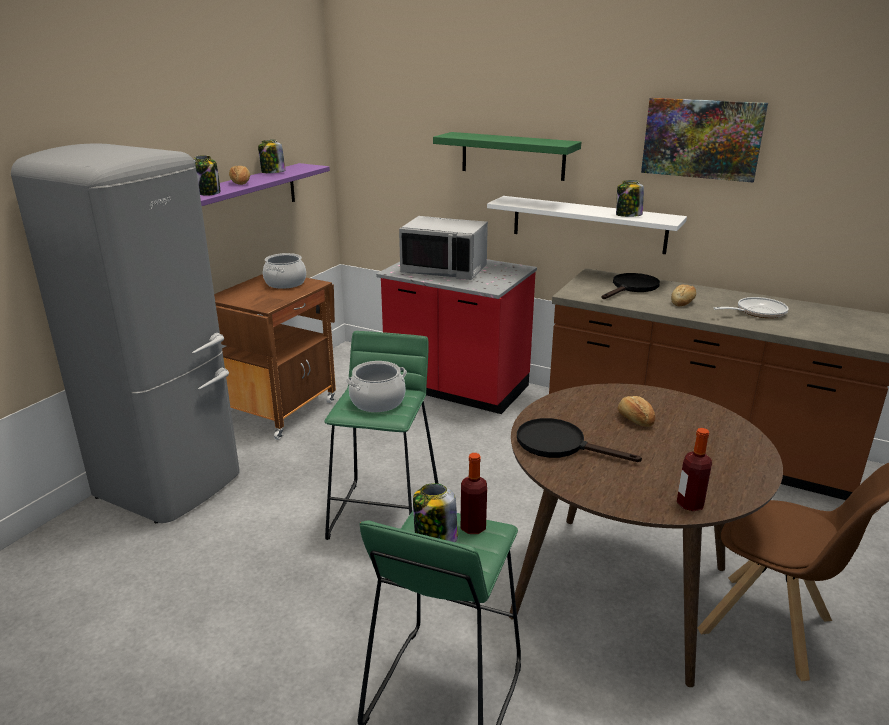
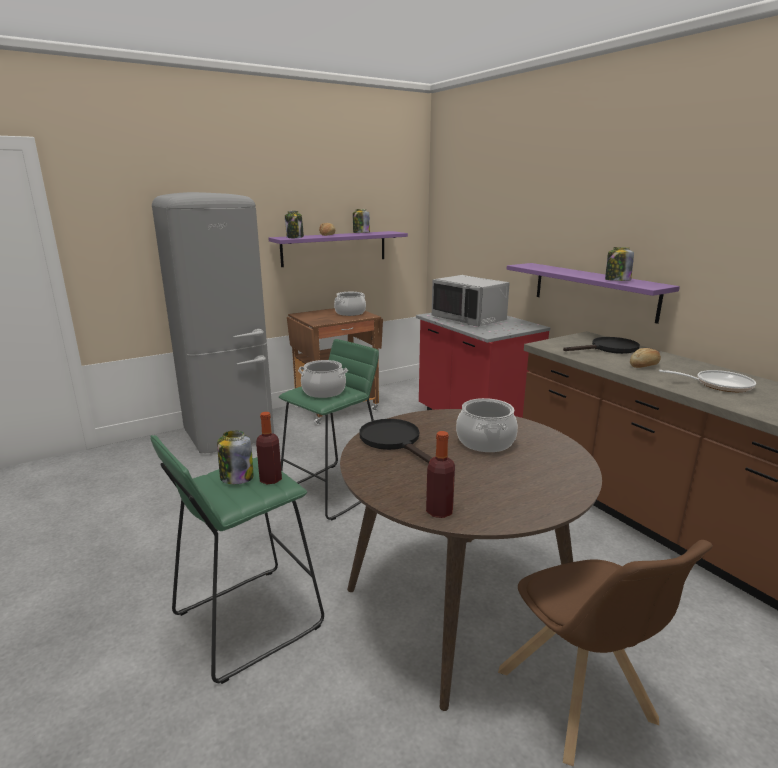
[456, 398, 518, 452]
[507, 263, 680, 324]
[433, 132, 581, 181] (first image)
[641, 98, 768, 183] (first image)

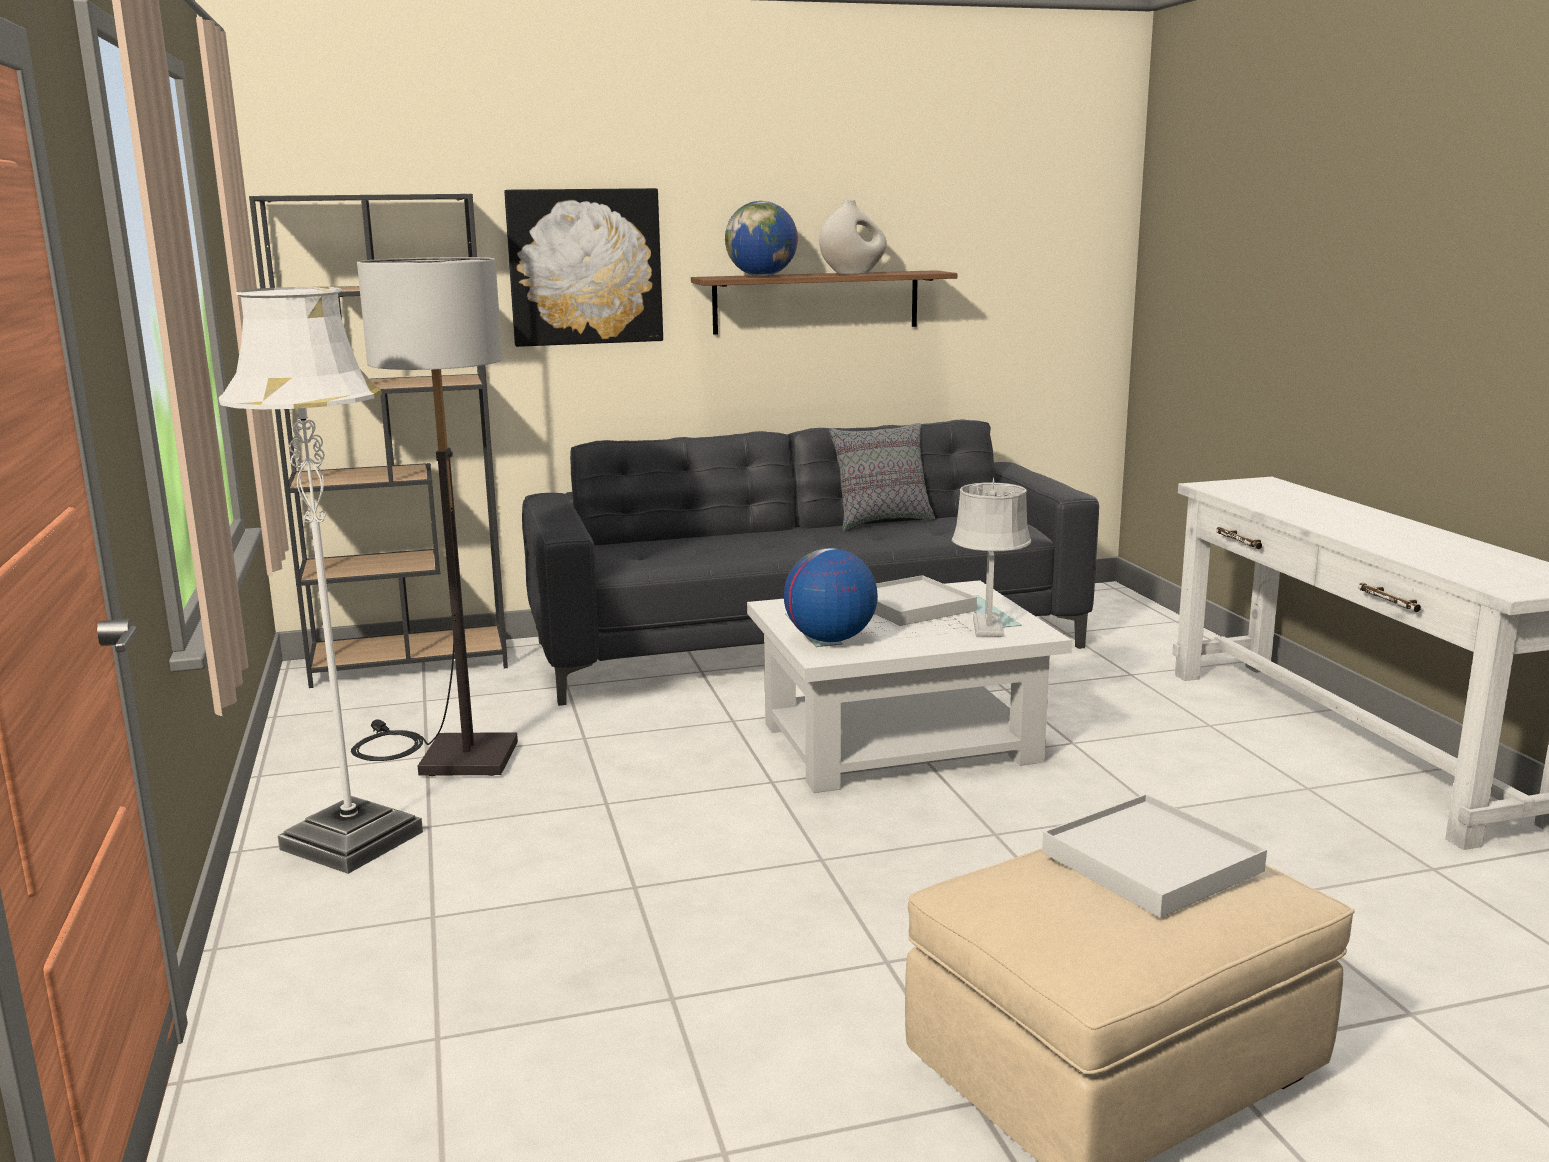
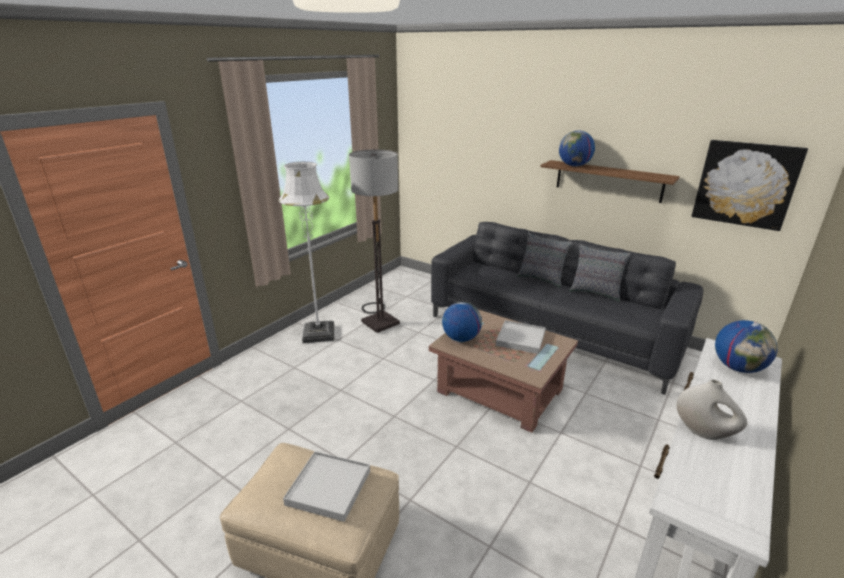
[429, 309, 578, 433]
[517, 232, 572, 288]
[676, 379, 747, 440]
[691, 140, 808, 231]
[715, 320, 777, 373]
[249, 194, 508, 688] (first image)
[952, 478, 1031, 637] (first image)

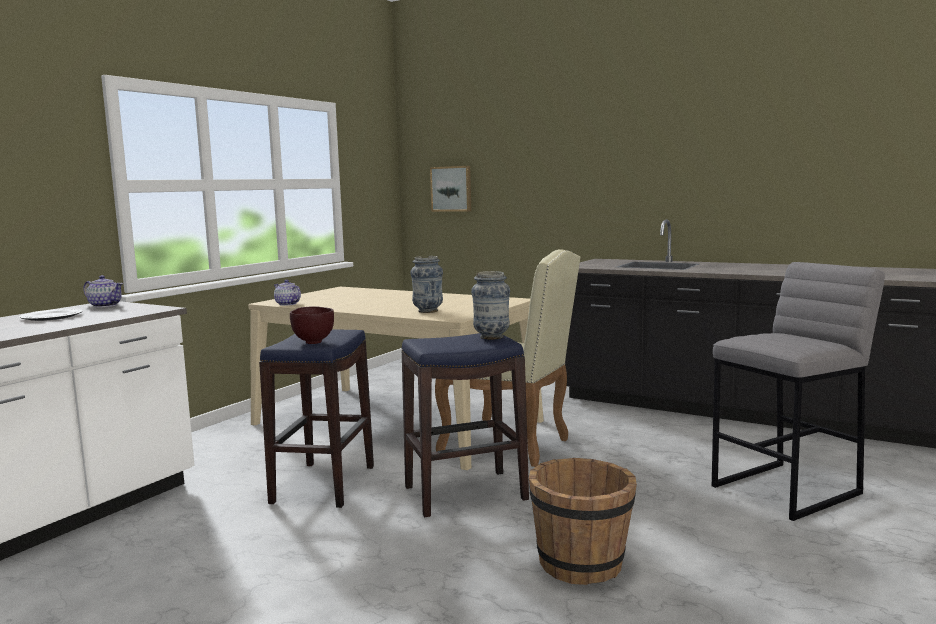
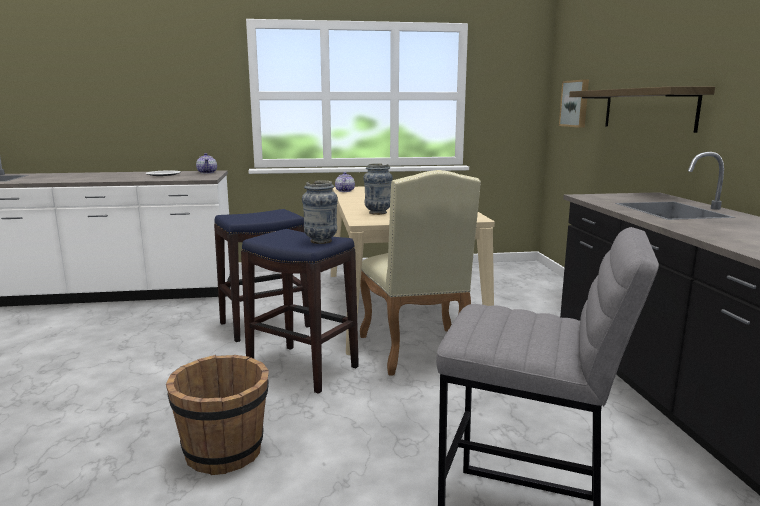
[569, 86, 715, 133]
[290, 306, 334, 344] (first image)

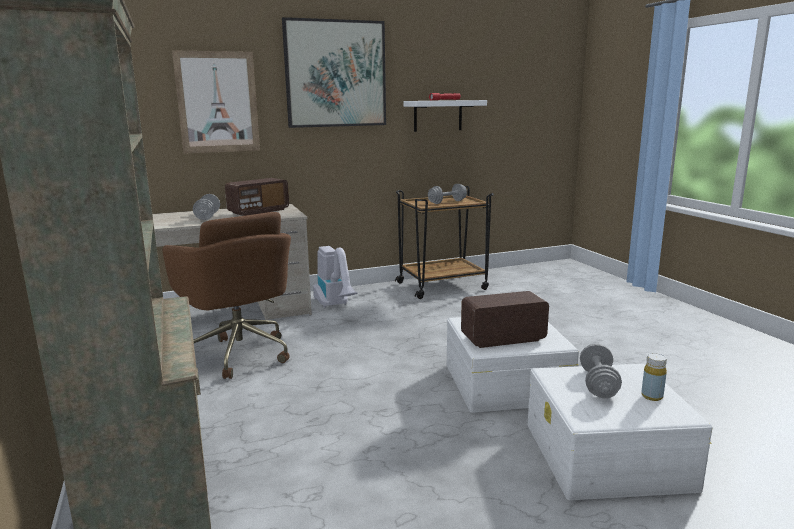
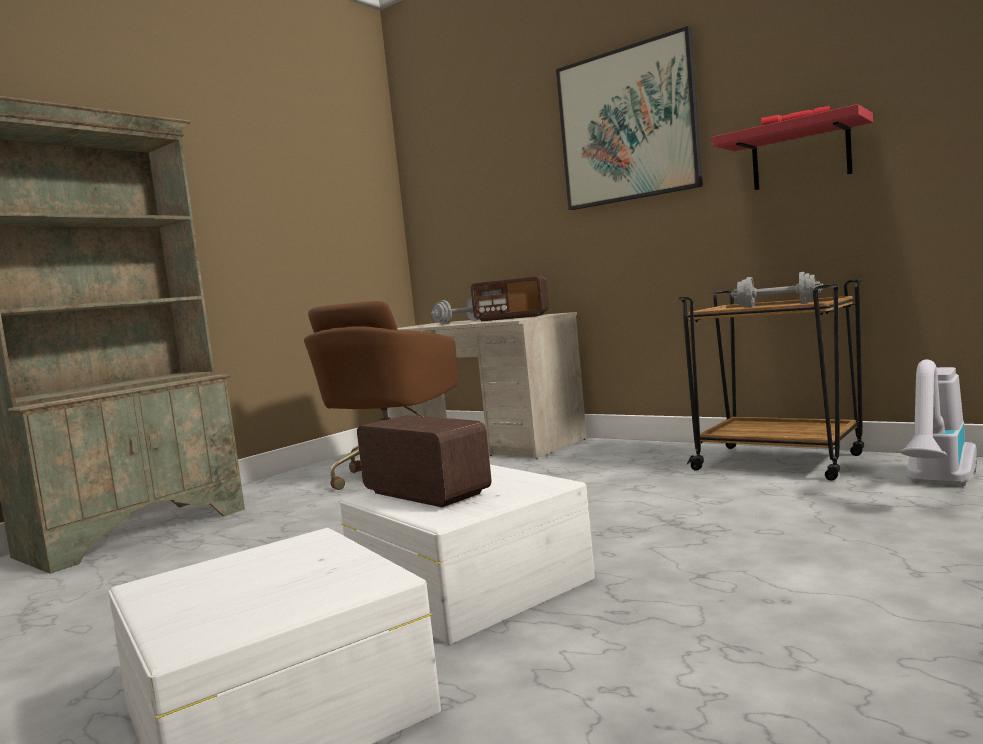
[712, 104, 873, 190]
[900, 359, 977, 486]
[172, 50, 260, 154] (first image)
[580, 344, 622, 399] (first image)
[641, 353, 667, 401] (first image)

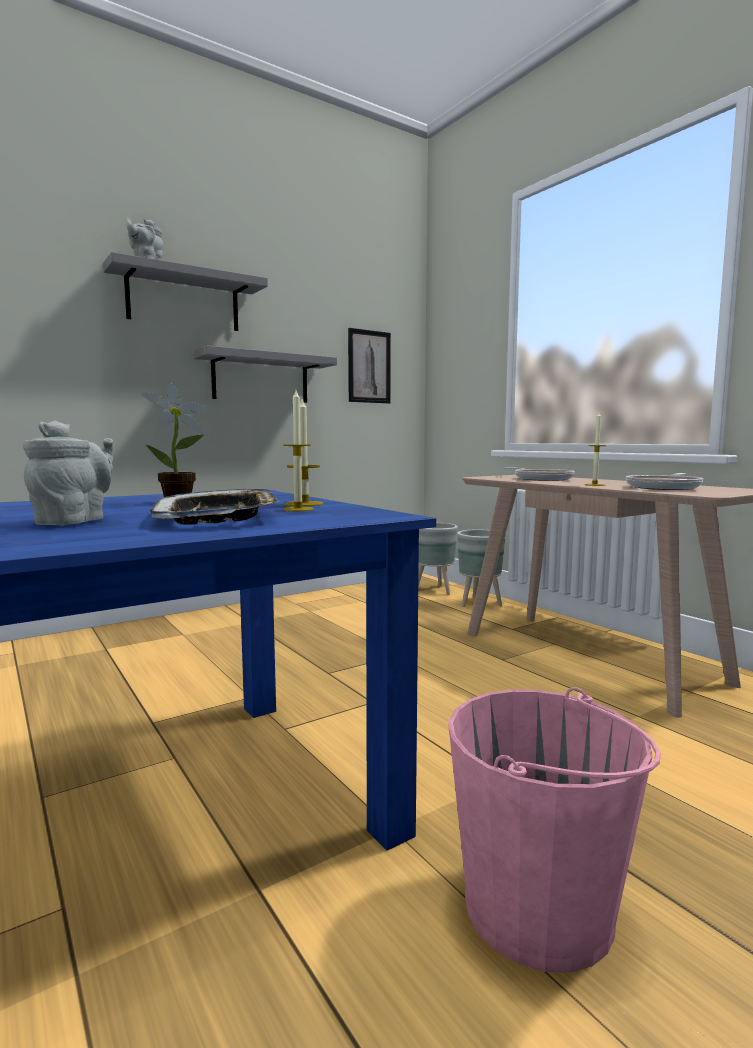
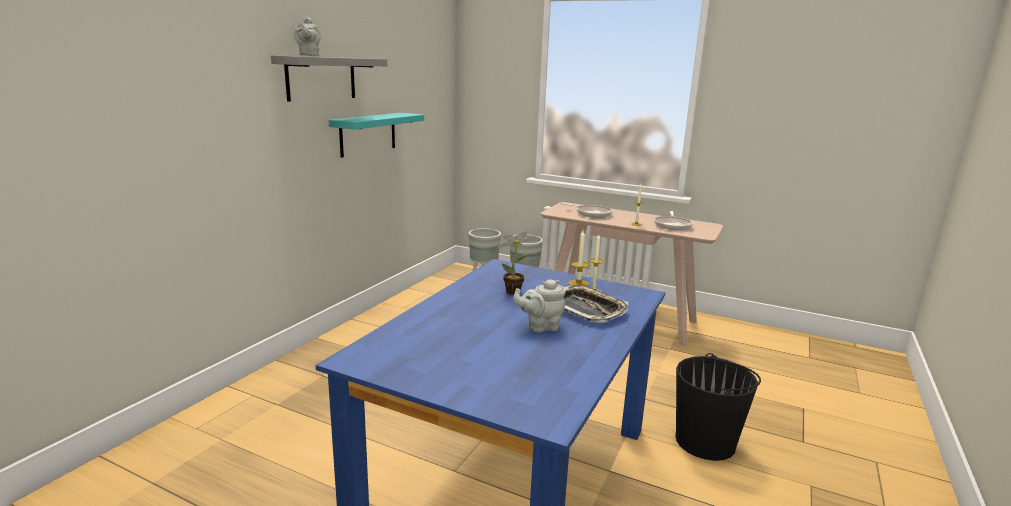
[329, 113, 424, 158]
[513, 280, 566, 333]
[675, 353, 761, 461]
[348, 328, 391, 403] (first image)

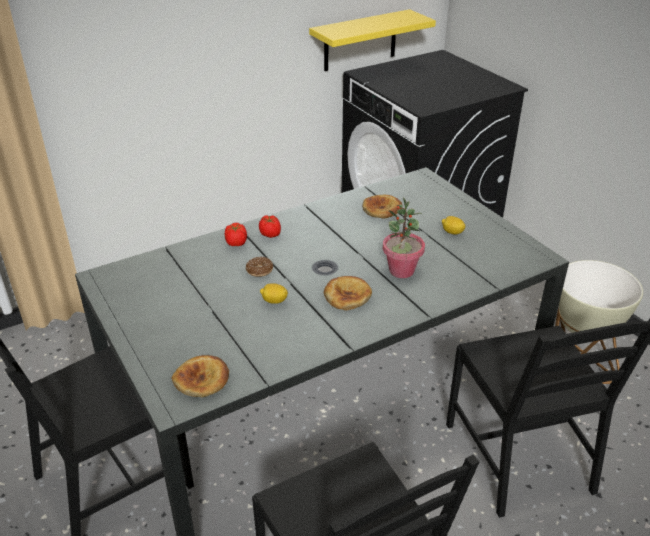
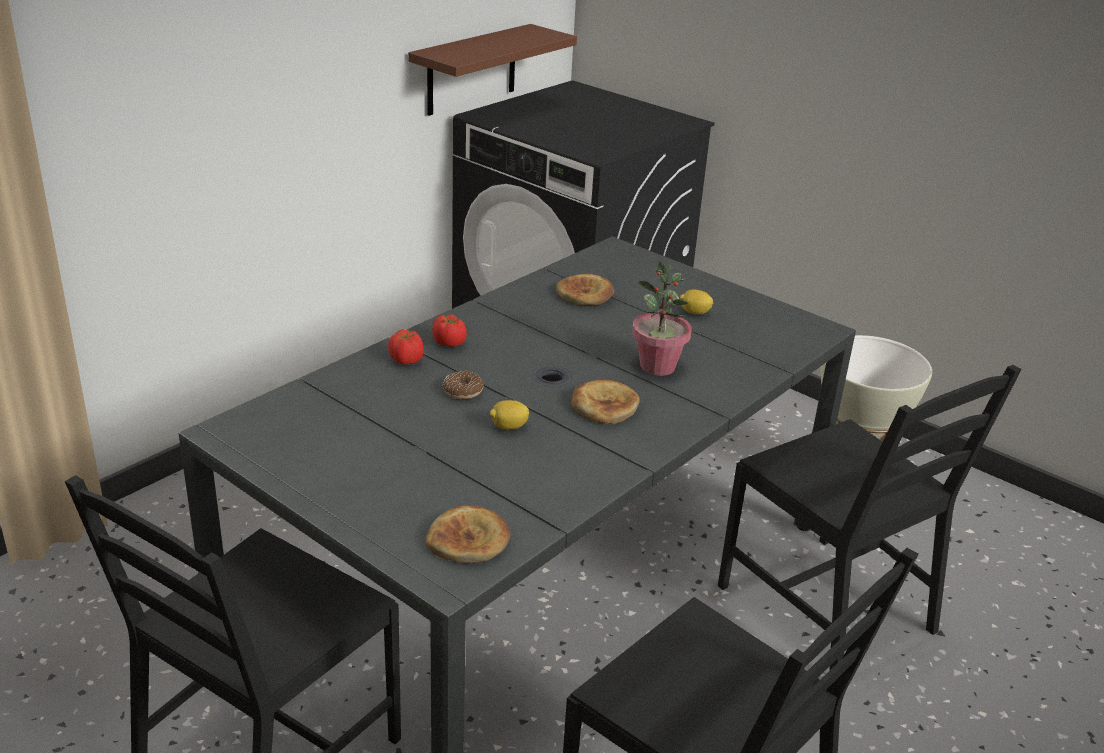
[408, 24, 577, 116]

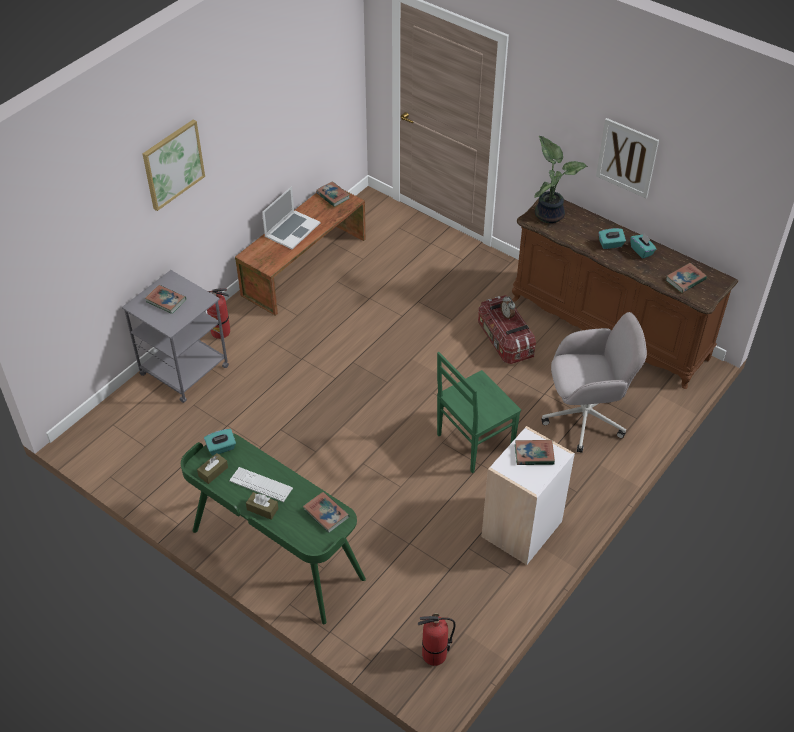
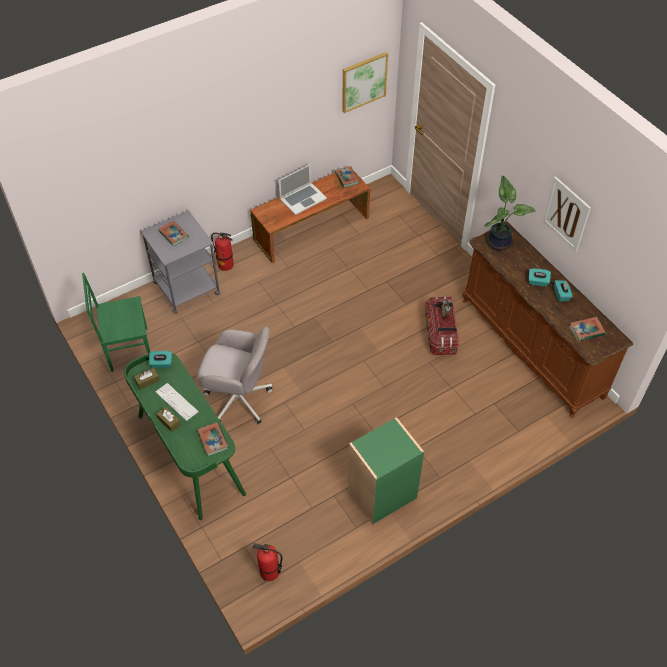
[82, 273, 150, 372]
[197, 326, 273, 425]
[342, 52, 388, 113]
[348, 417, 424, 524]
[515, 440, 555, 465] (first image)

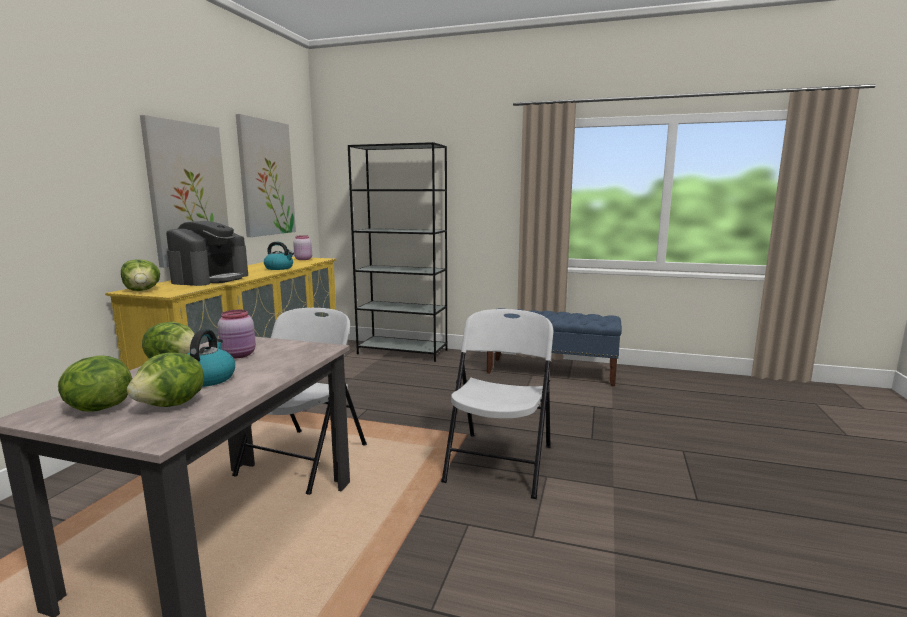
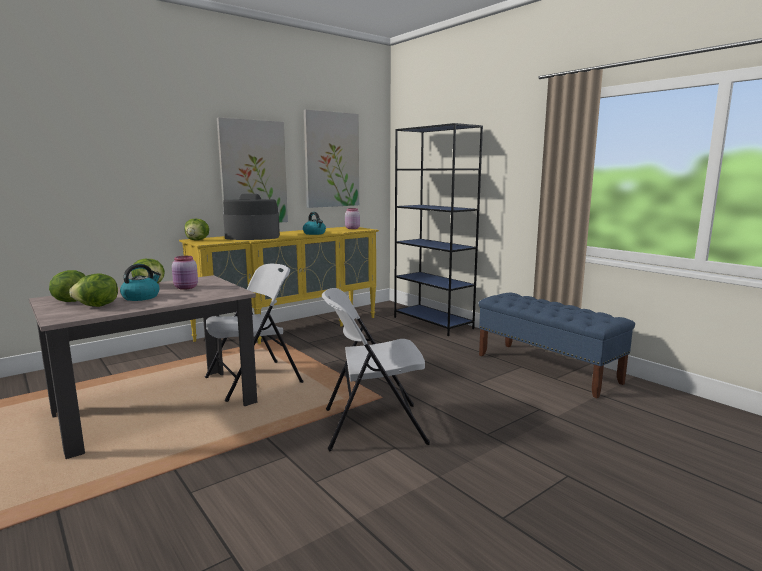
[223, 194, 280, 240]
[322, 288, 430, 452]
[394, 123, 483, 336]

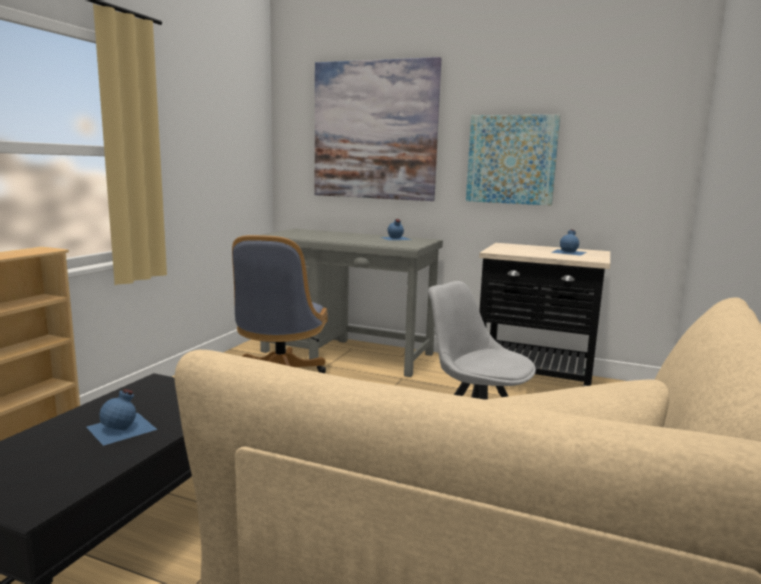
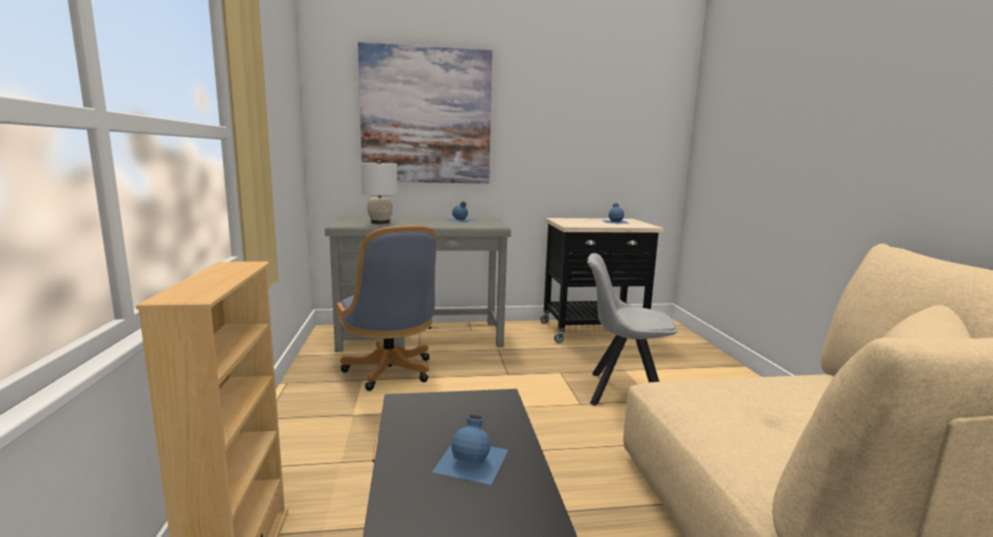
[361, 160, 398, 224]
[466, 115, 560, 206] (first image)

